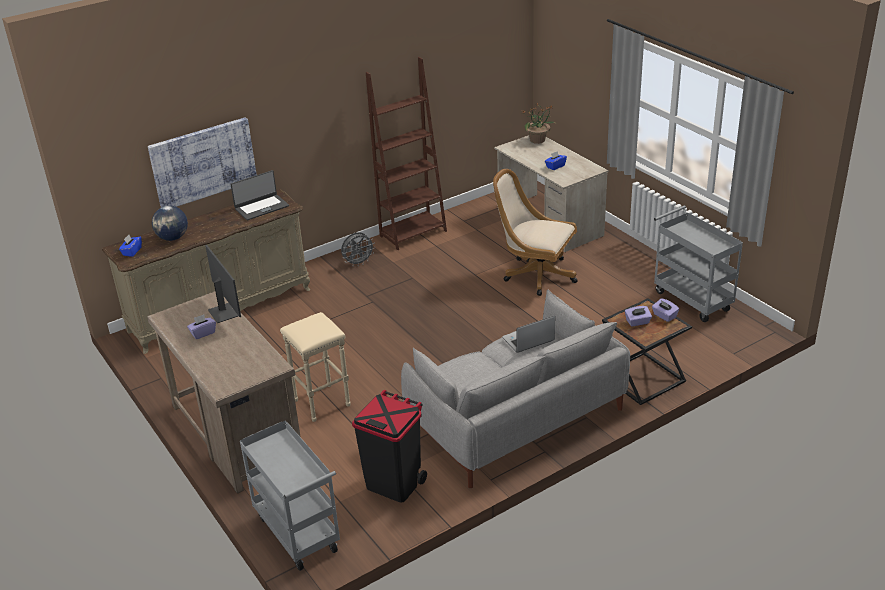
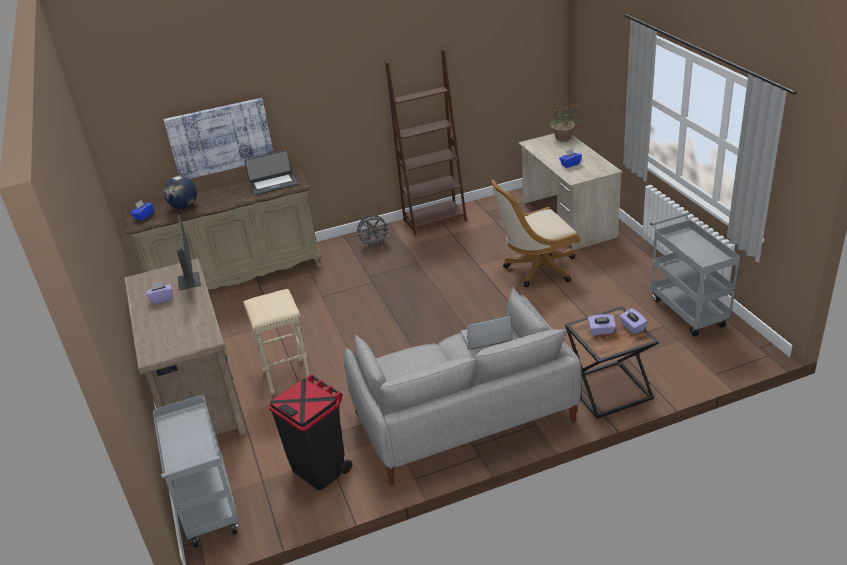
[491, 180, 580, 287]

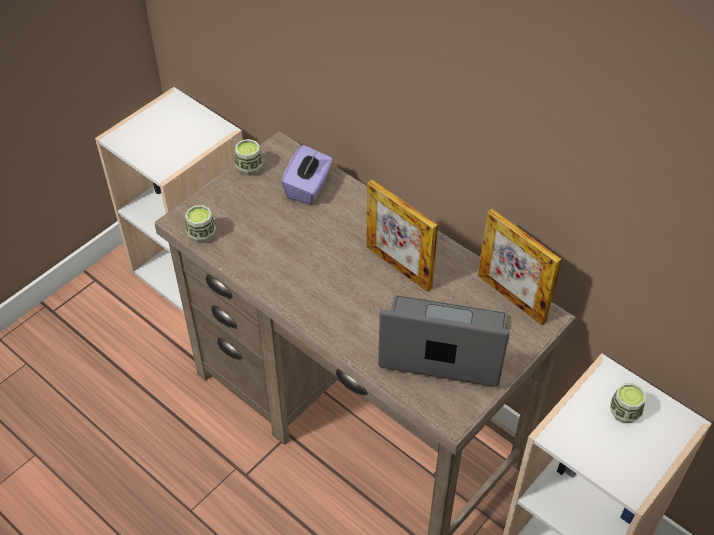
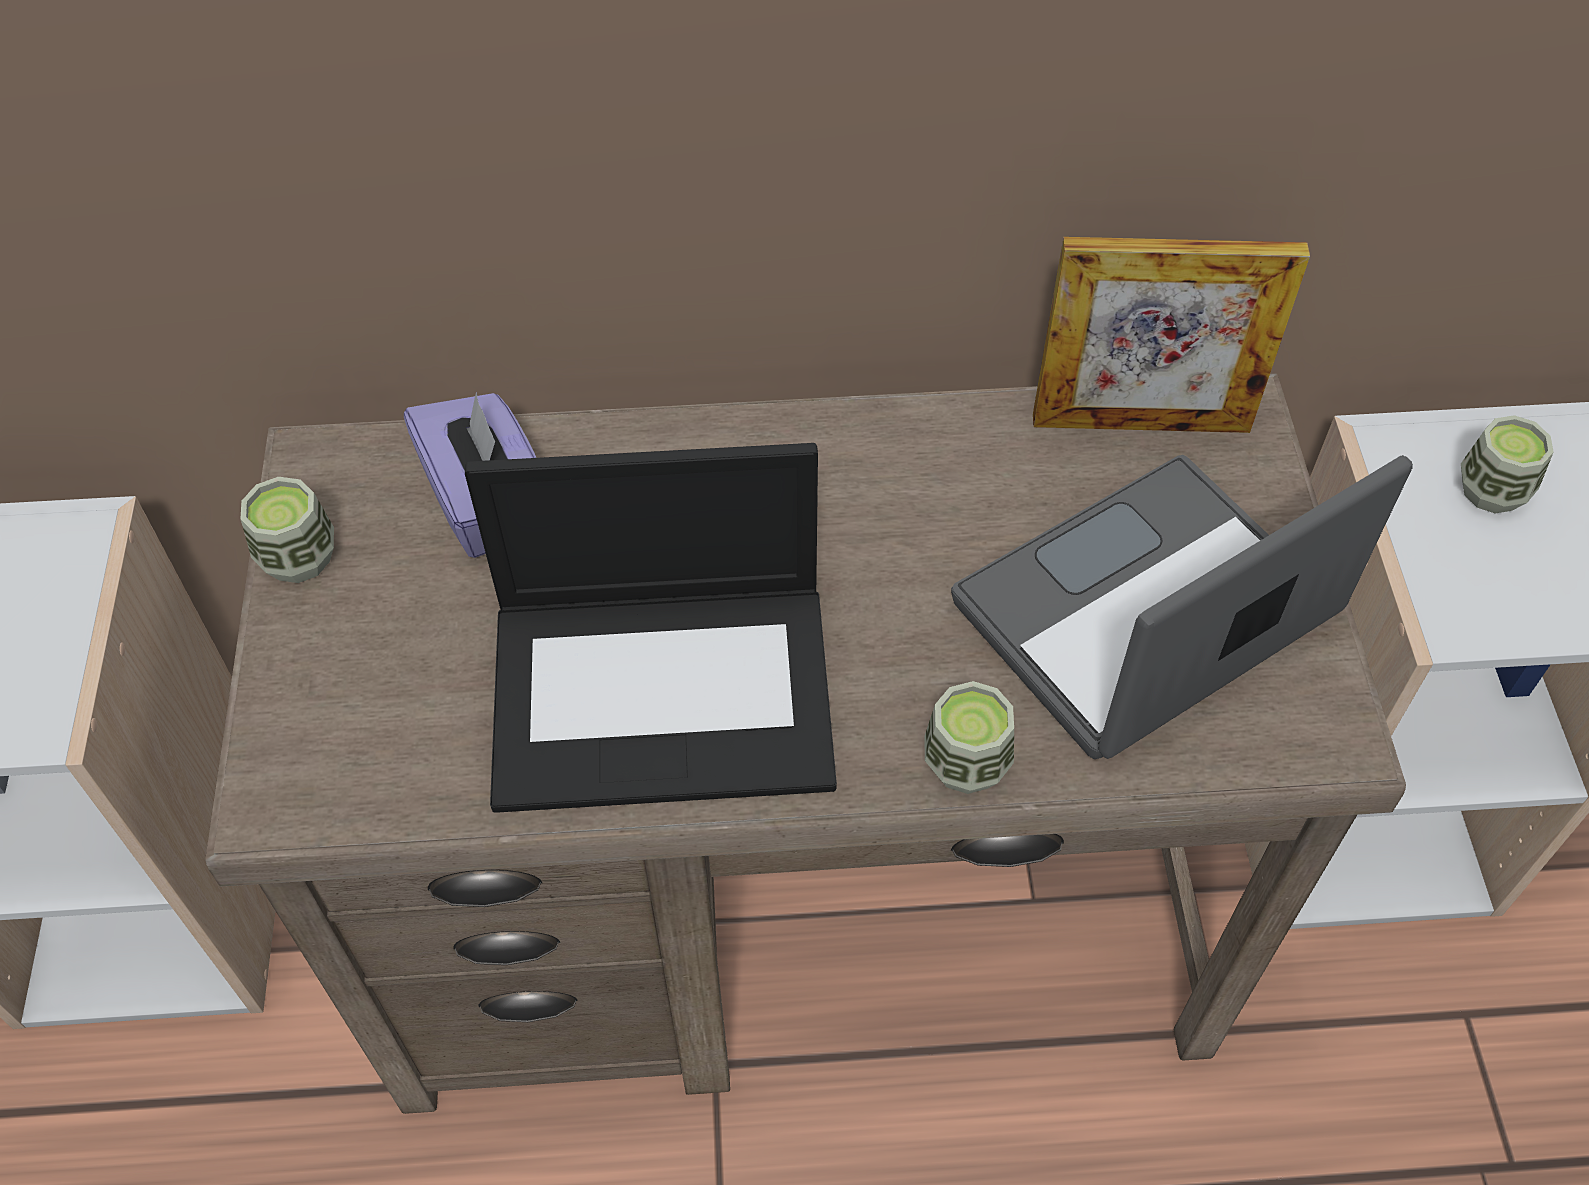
[465, 443, 837, 813]
[924, 681, 1014, 794]
[366, 180, 438, 292] (first image)

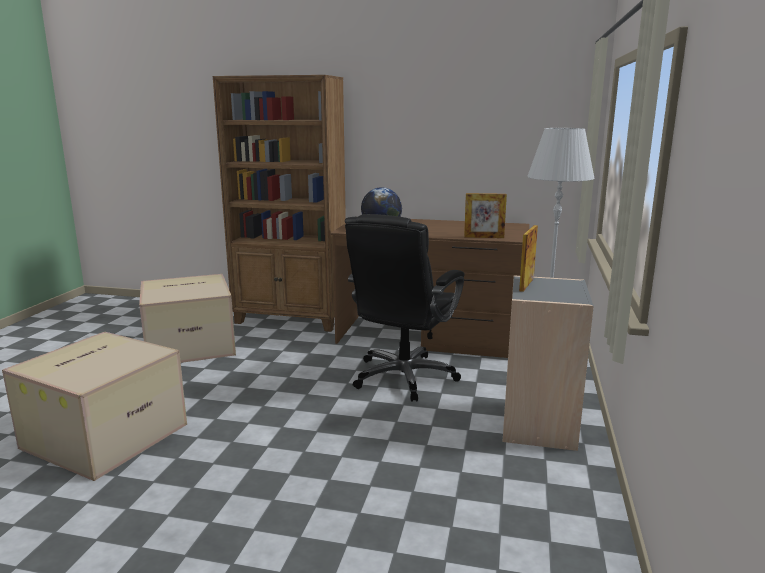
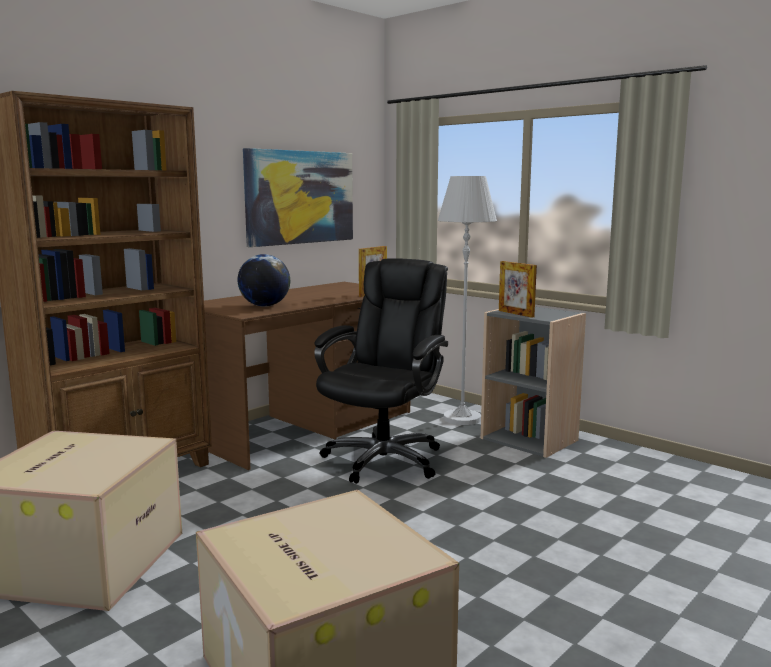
[243, 148, 353, 247]
[314, 258, 448, 484]

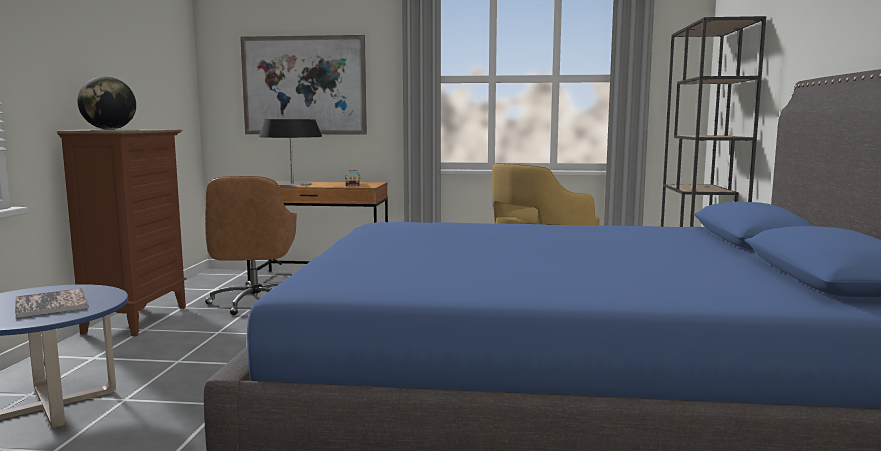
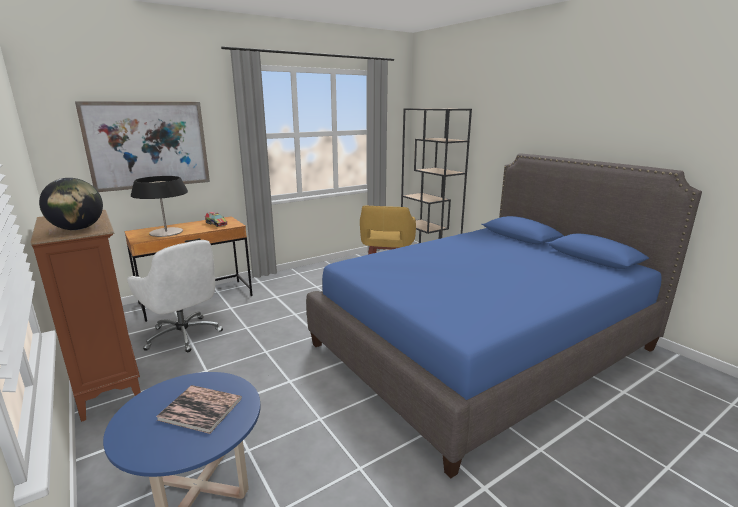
[127, 240, 223, 352]

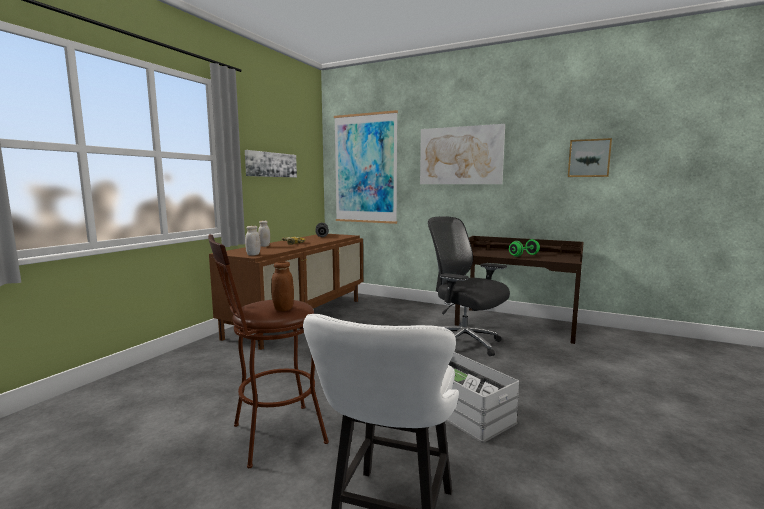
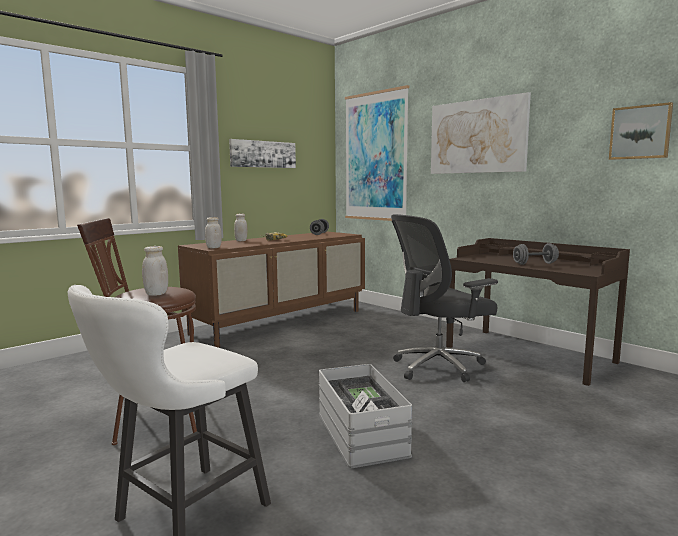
[142, 246, 168, 296]
[391, 214, 498, 382]
[513, 243, 559, 265]

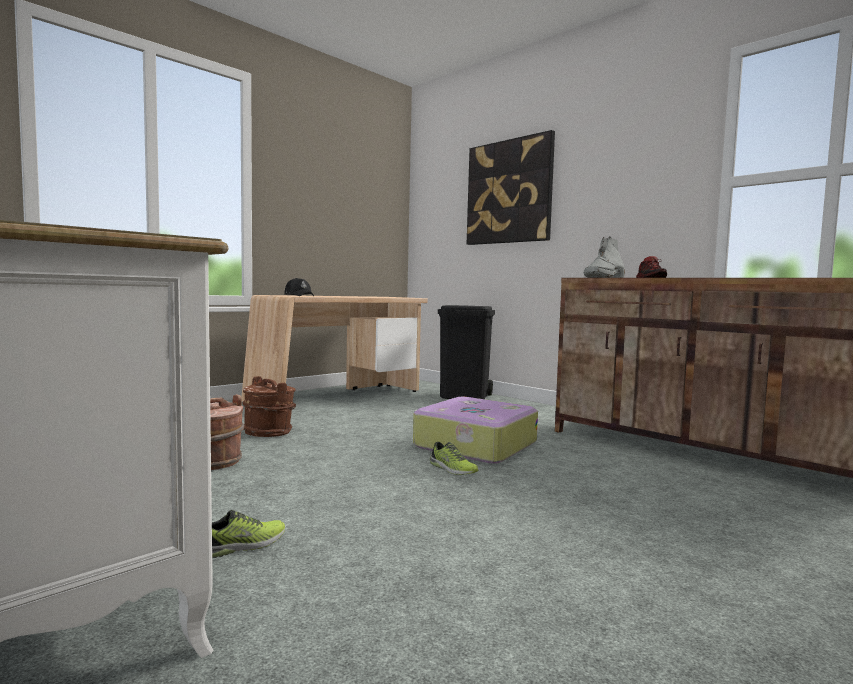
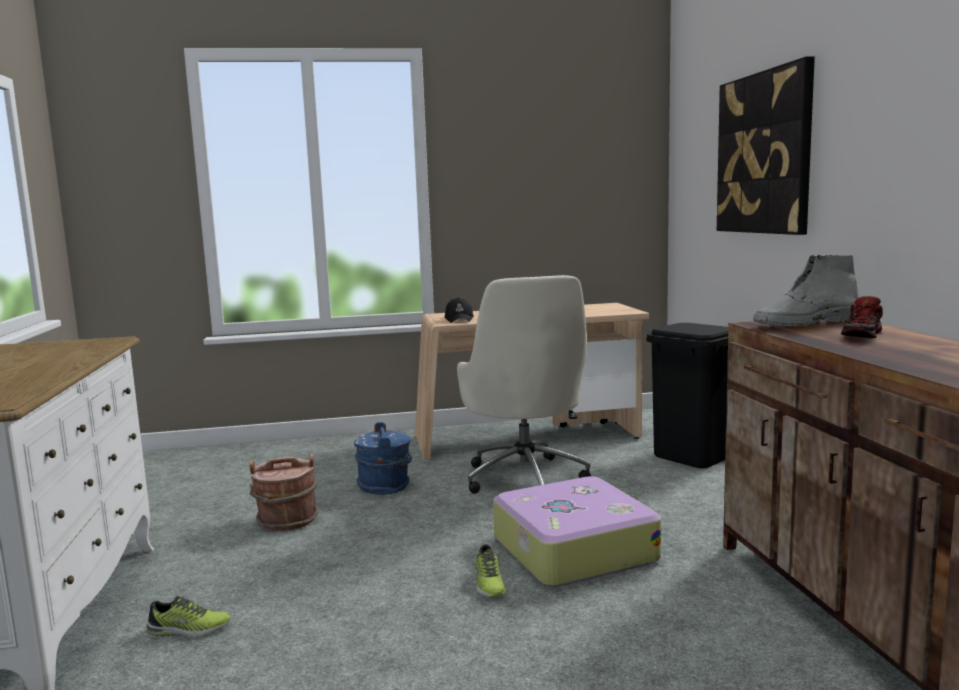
[354, 422, 412, 494]
[457, 275, 591, 494]

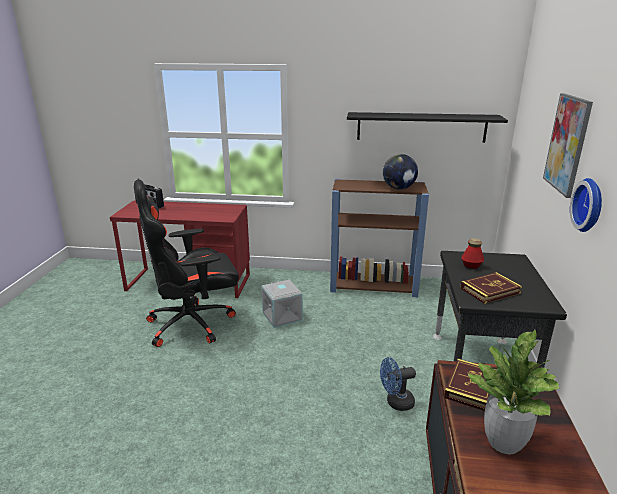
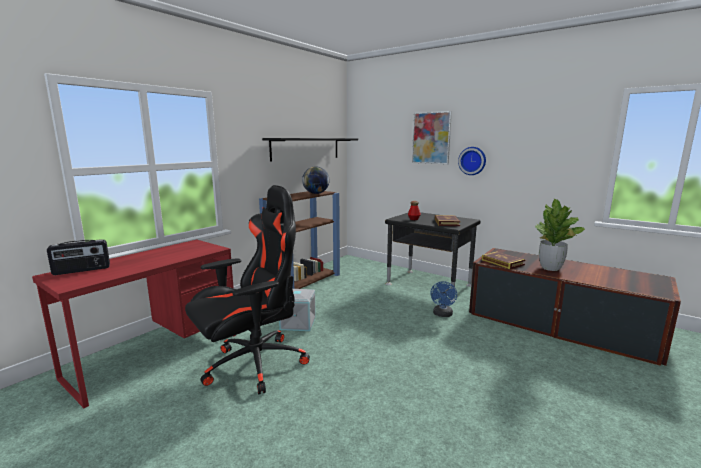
[185, 185, 310, 394]

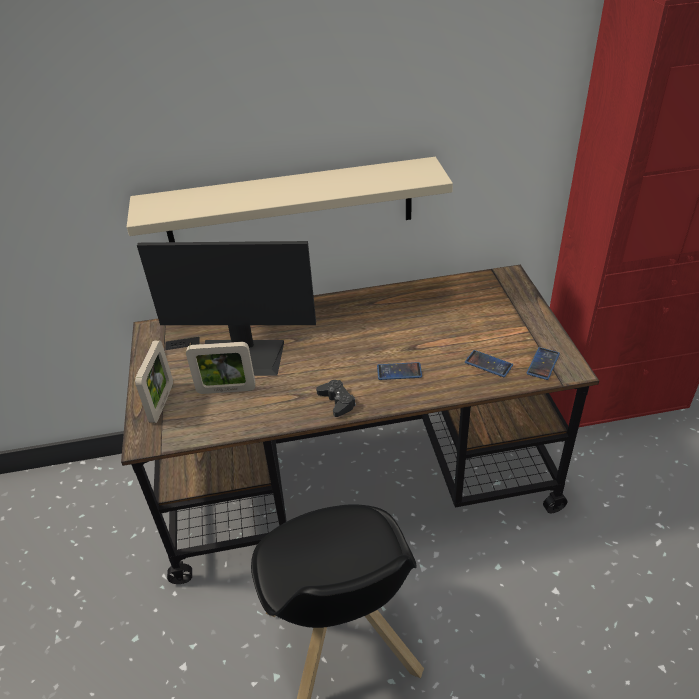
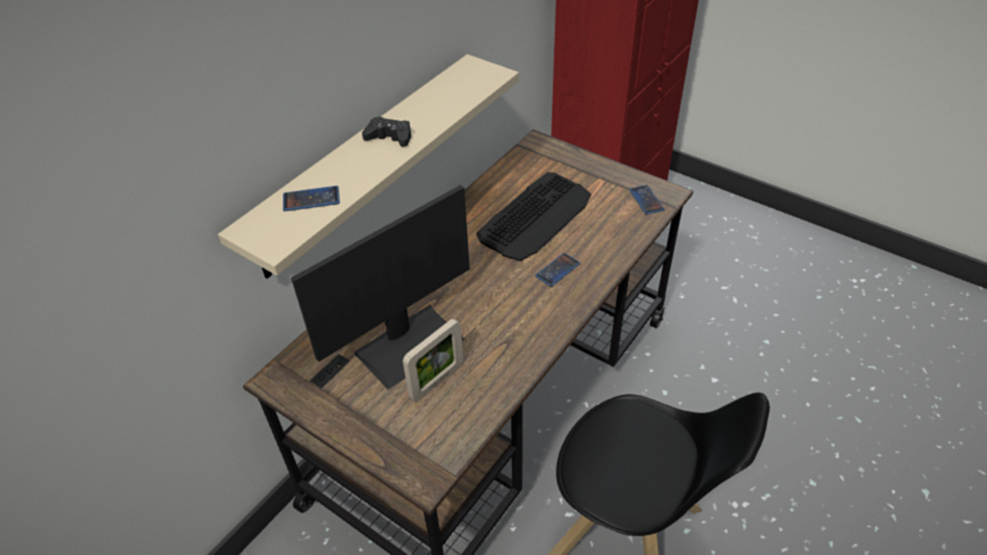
[283, 186, 340, 211]
[362, 116, 411, 147]
[476, 172, 591, 261]
[135, 341, 173, 423] (first image)

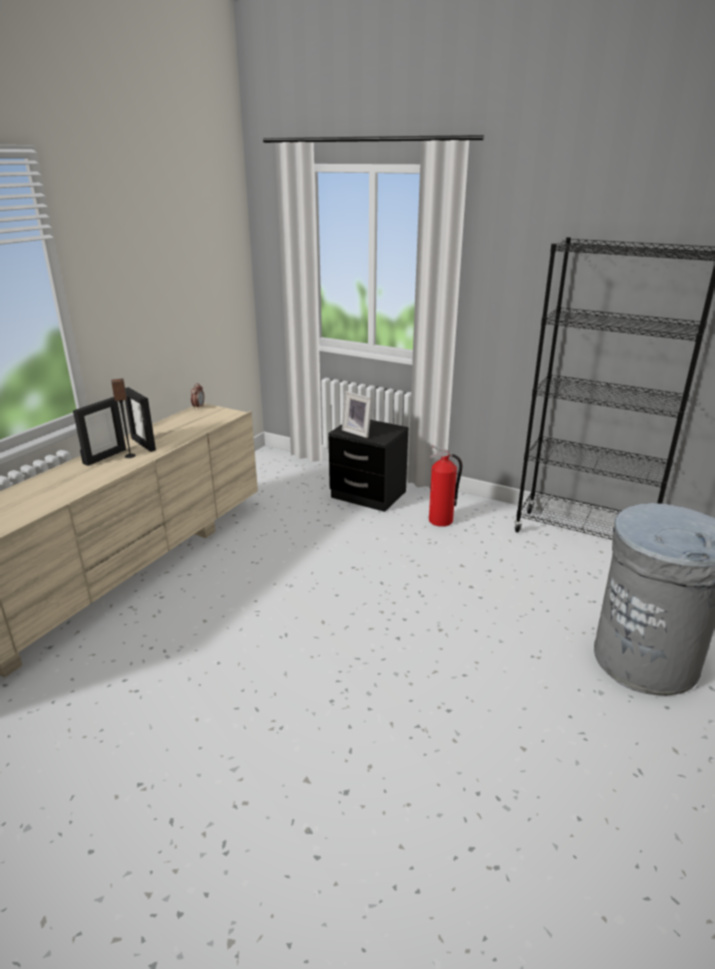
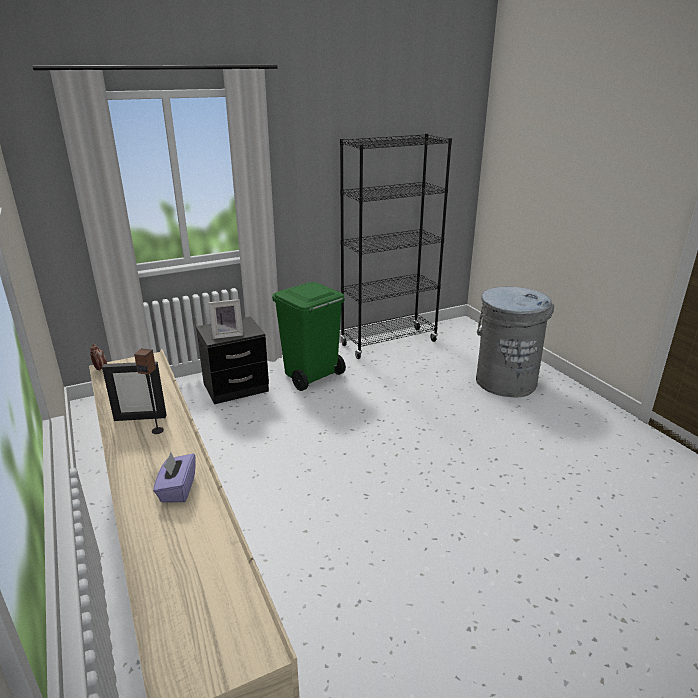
[153, 453, 195, 503]
[272, 282, 346, 391]
[73, 397, 126, 466] (first image)

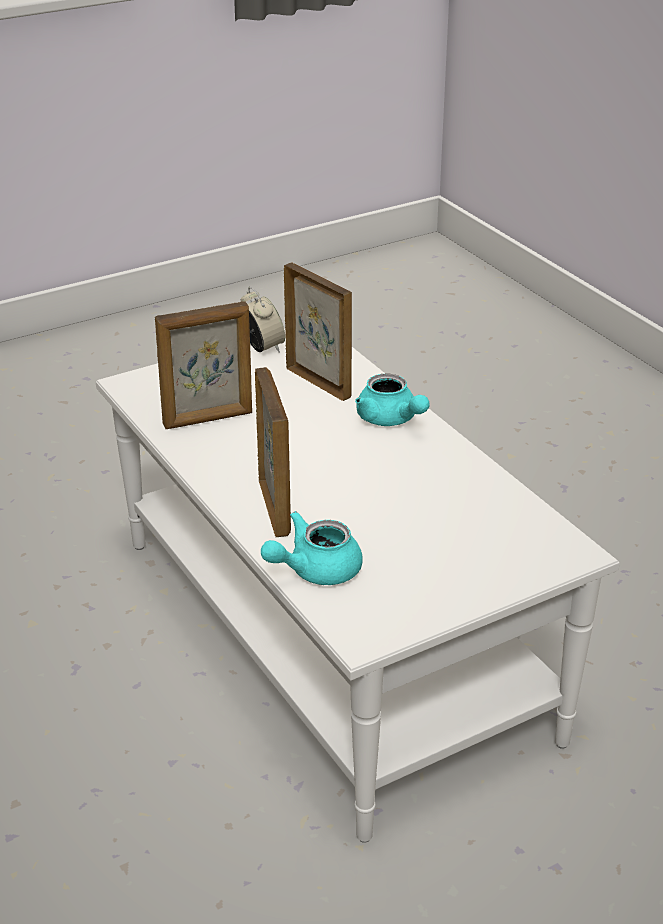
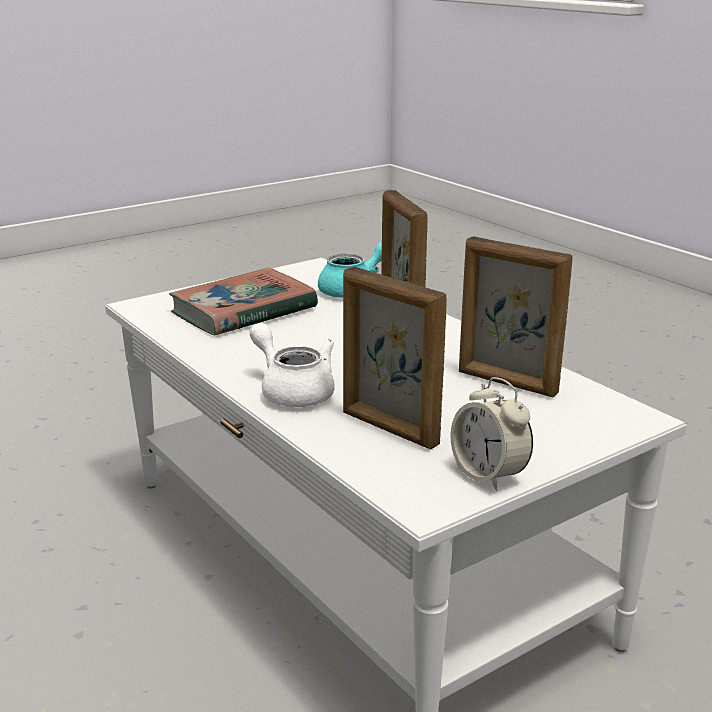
[169, 268, 318, 336]
[250, 323, 335, 407]
[459, 236, 573, 397]

